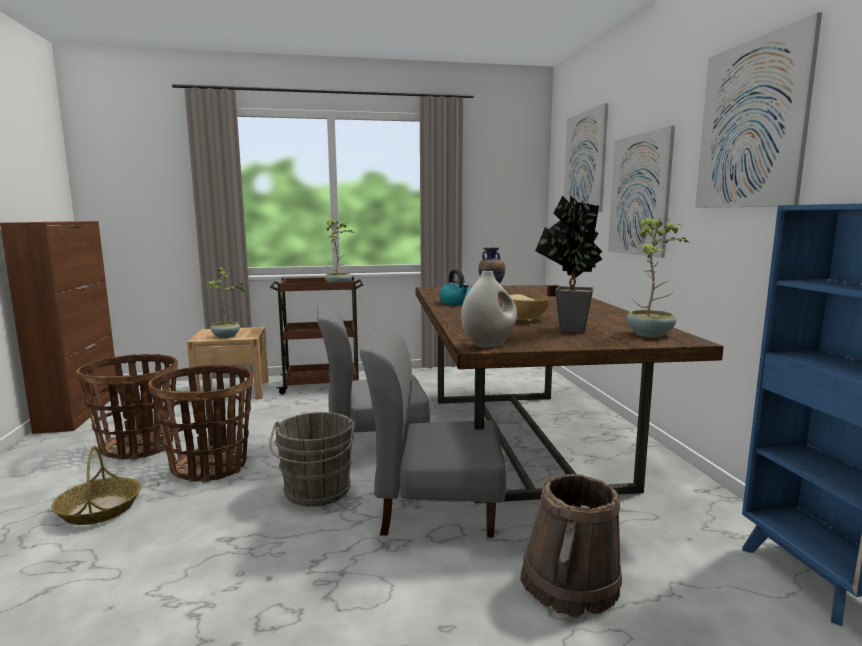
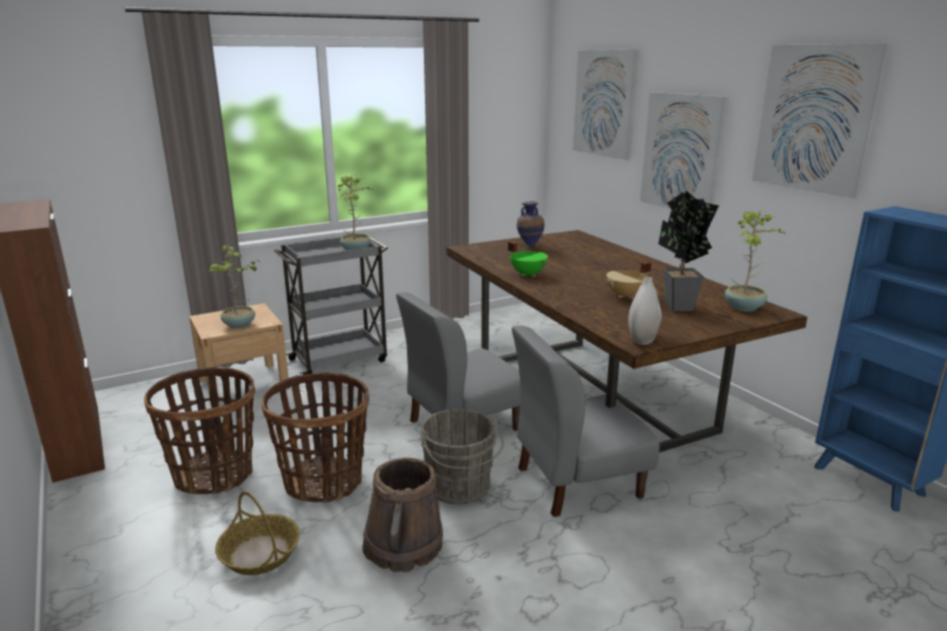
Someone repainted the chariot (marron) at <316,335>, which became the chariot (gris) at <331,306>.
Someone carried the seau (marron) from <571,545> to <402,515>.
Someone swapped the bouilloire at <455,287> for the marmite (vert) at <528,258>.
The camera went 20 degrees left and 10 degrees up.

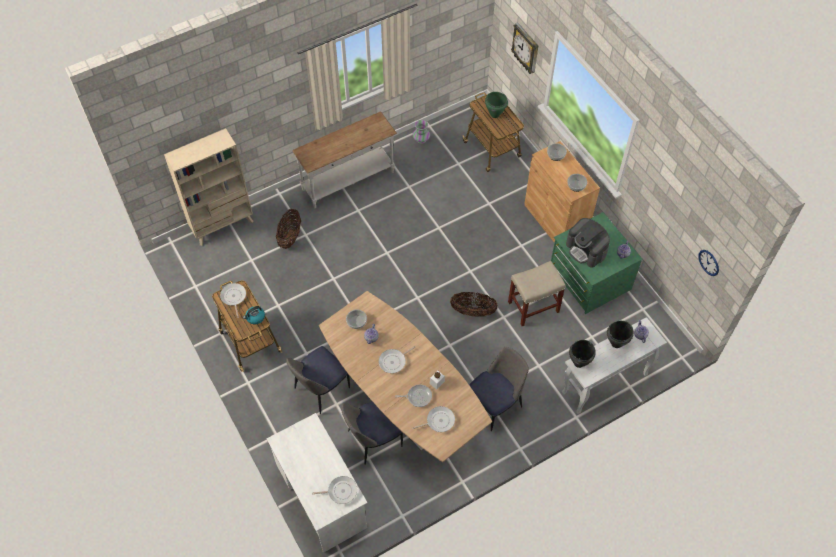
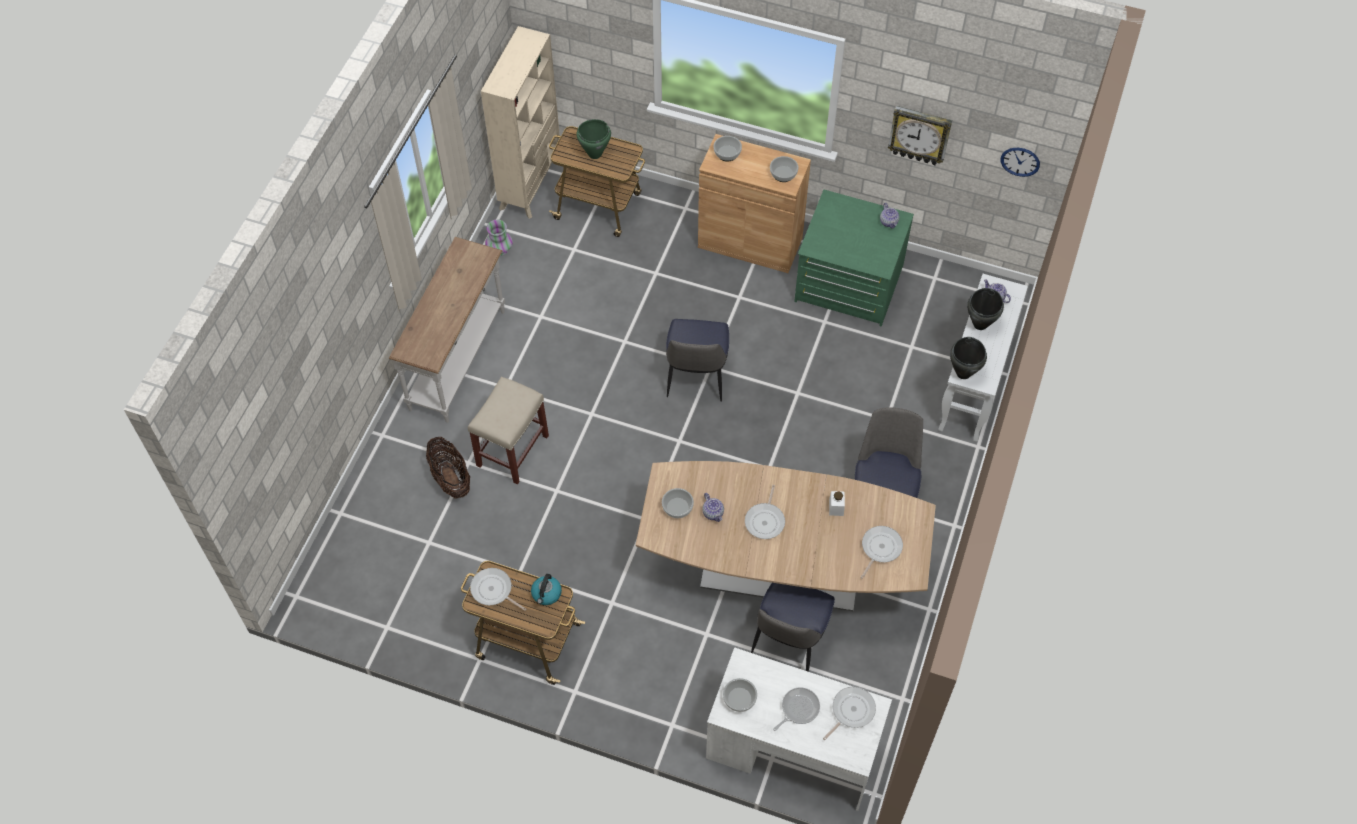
Someone carried the tabouret (beige) from <537,293> to <508,430>.
Someone carried the bibliothèque (beige) from <208,187> to <520,122>.
Someone carried the chaise from <318,380> to <697,360>.
Someone put down the bol at <740,695>.
Someone carried the poêle from <413,395> to <796,709>.
Someone carried the horloge murale from <524,48> to <920,135>.
Someone took away the panier at <474,304>.
Someone took away the machine à café at <588,243>.
The camera went 40 degrees left and 0 degrees up.

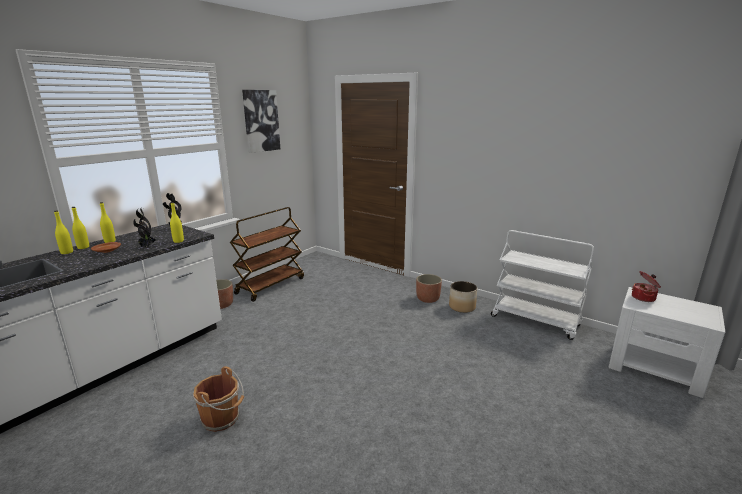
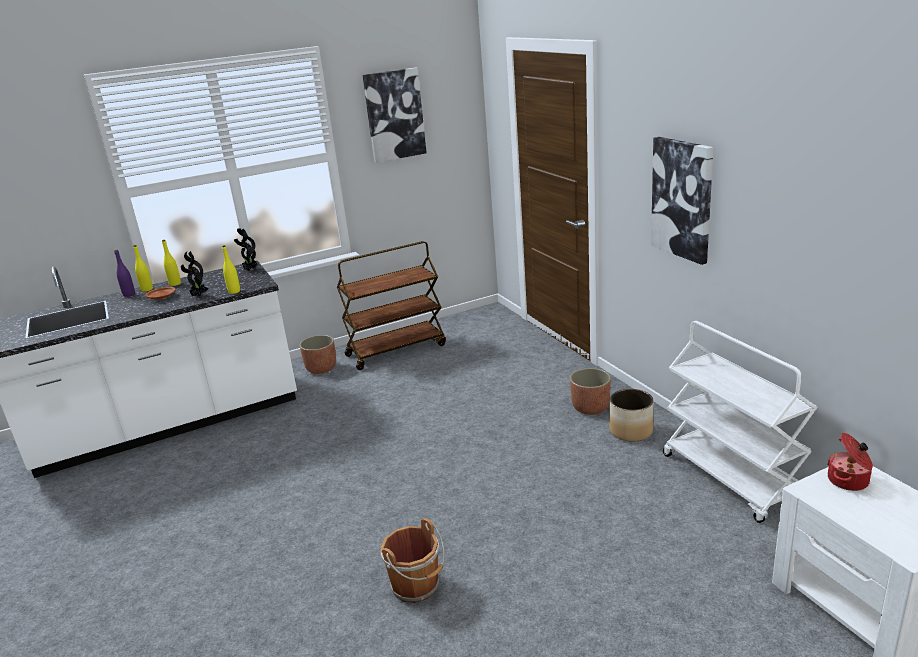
Someone repainted the bouteille (jaune) at <63,232>, which became the bouteille (violet) at <124,273>.
Someone carried the seau (marron) from <218,399> to <412,560>.
Someone put up the tableau at <682,201>.
The camera went 30 degrees right and 5 degrees up.

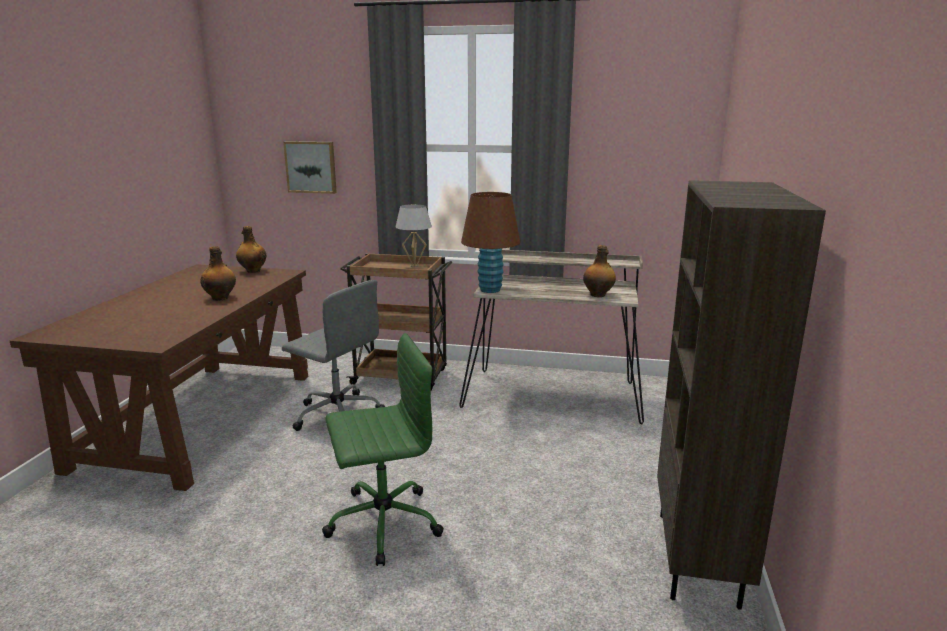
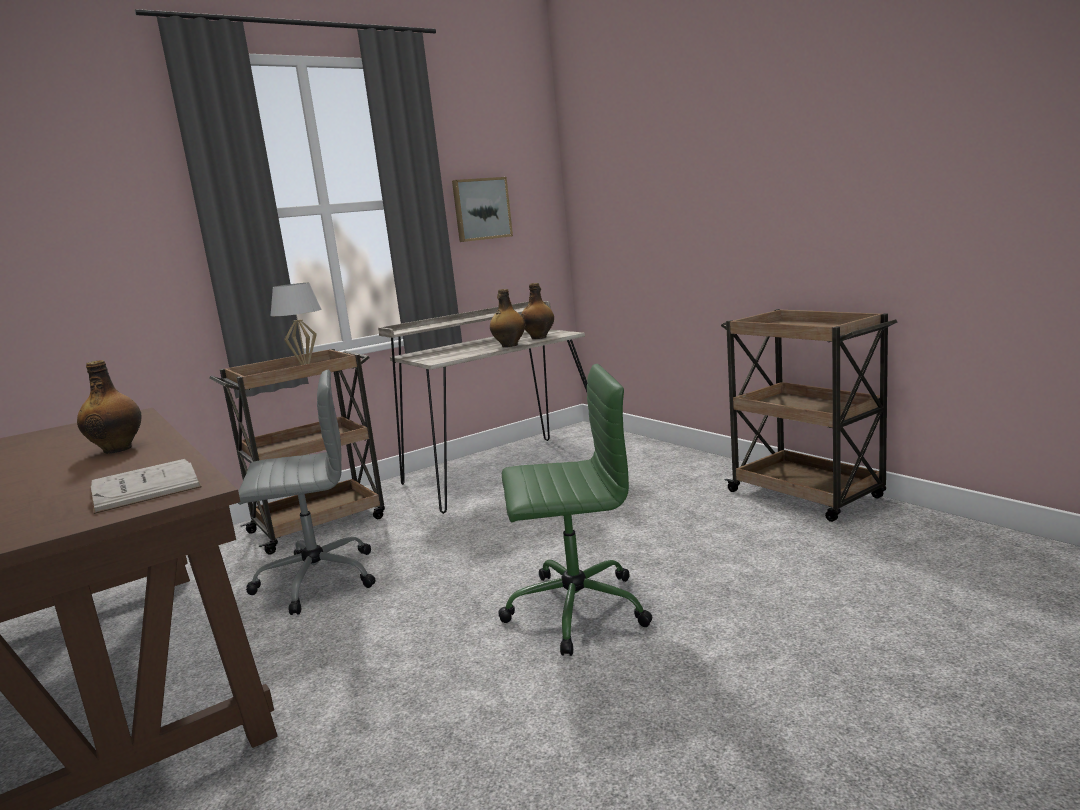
Someone put down the livre (blanc) at <146,486>.
Someone carried the tableau from <310,167> to <482,209>.
Someone carried the bouteille from <251,249> to <507,318>.
Someone rotated the chaise de bureau (vert) at <383,449> by 60 degrees clockwise.
Someone swapped the bibliothèque (marron) at <741,395> for the chariot (marron) at <809,415>.
Someone took away the lampe de table (marron) at <490,242>.
The camera went 45 degrees left and 5 degrees down.

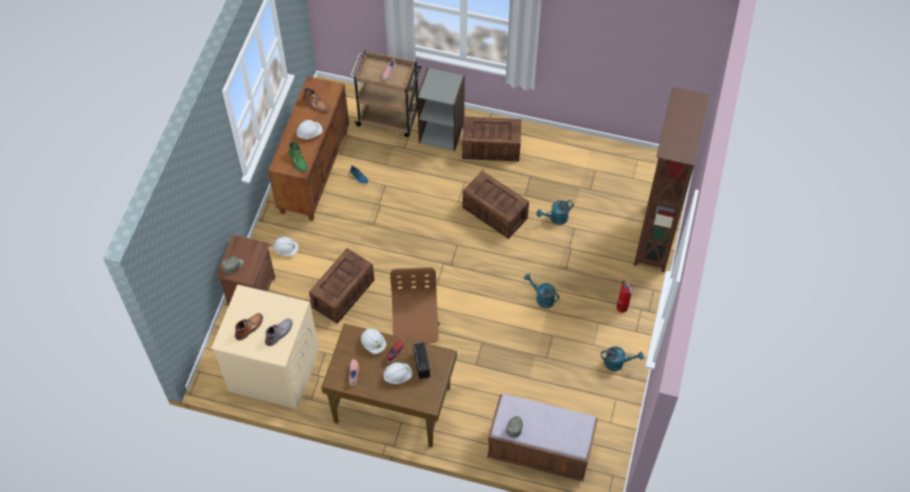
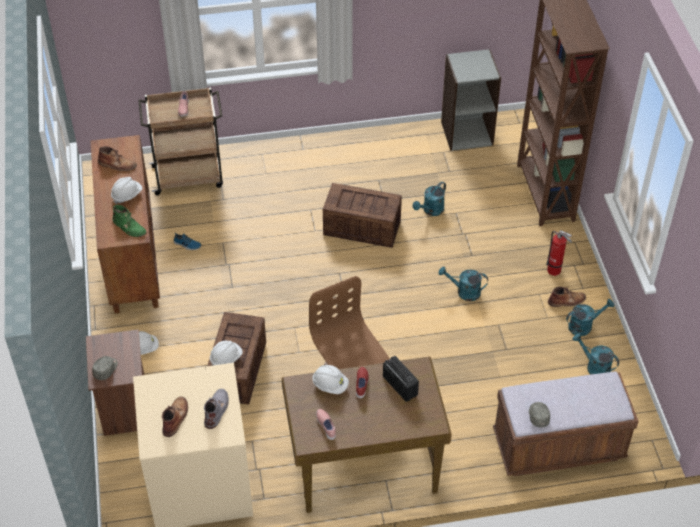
Someone carried the casque de chantier (blanc) from <397,373> to <226,353>.
Someone carried the bibliothèque (gris) from <441,109> to <471,100>.
Someone put down the botte (marron) at <567,297>.
Someone put down the arrosoir (turquoise) at <596,354>.
Someone took away the caisse at <491,139>.
The camera went 25 degrees left and 10 degrees down.

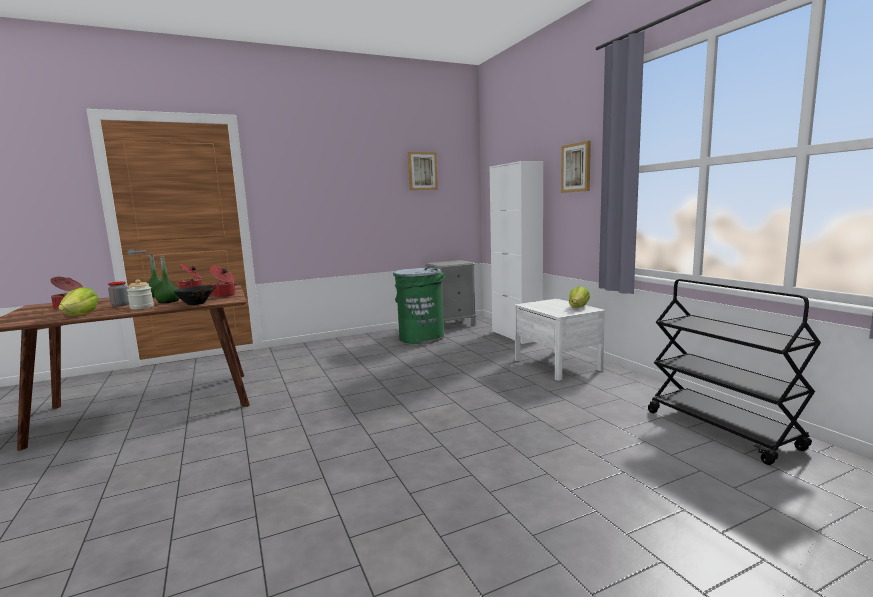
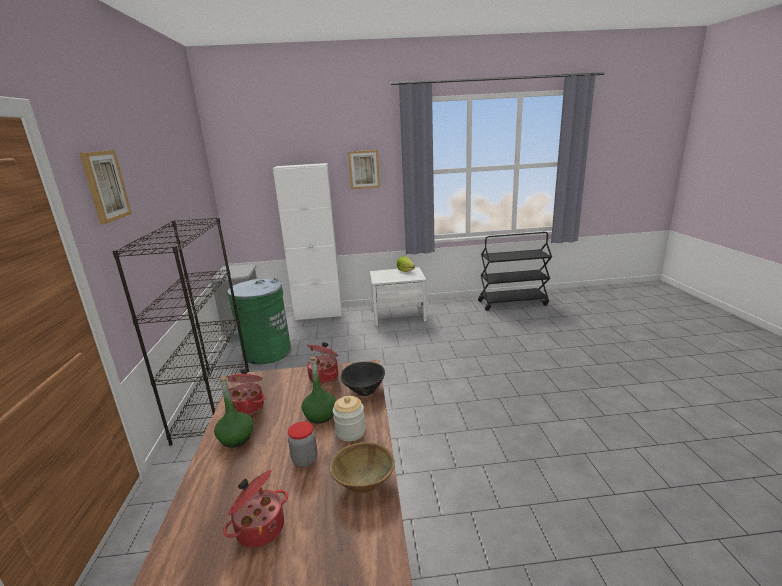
Someone carried the tableau from <423,171> to <105,187>.
Someone put down the bibliothèque (noir) at <180,331>.
Someone swapped the laitue at <78,301> for the bol (marron) at <362,467>.
The camera went 70 degrees left and 10 degrees up.

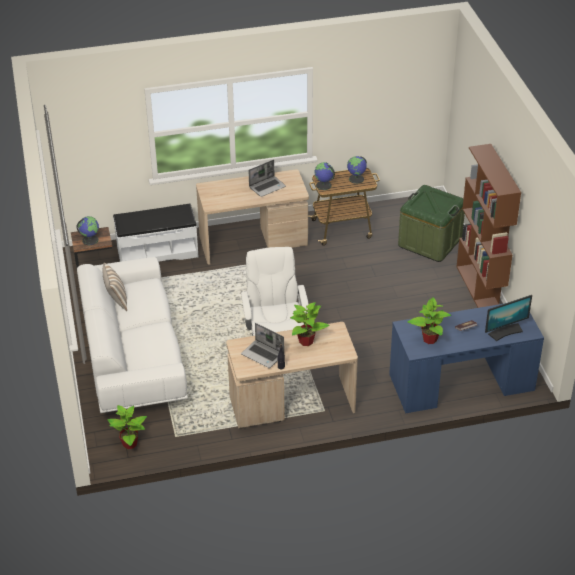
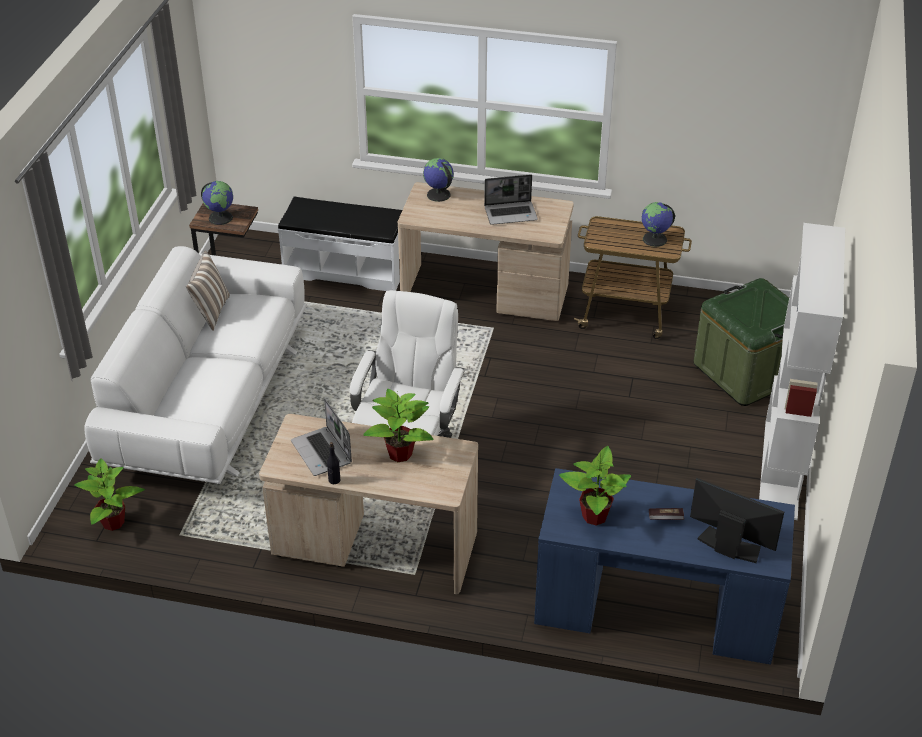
Someone carried the globe from <324,176> to <438,180>.
Someone rotated the écran d'ordinateur at <508,318> by 150 degrees counterclockwise.
Someone repainted the bibliothèque (marron) at <488,226>, which became the bibliothèque (blanc) at <802,371>.
The camera went 25 degrees right and 0 degrees up.

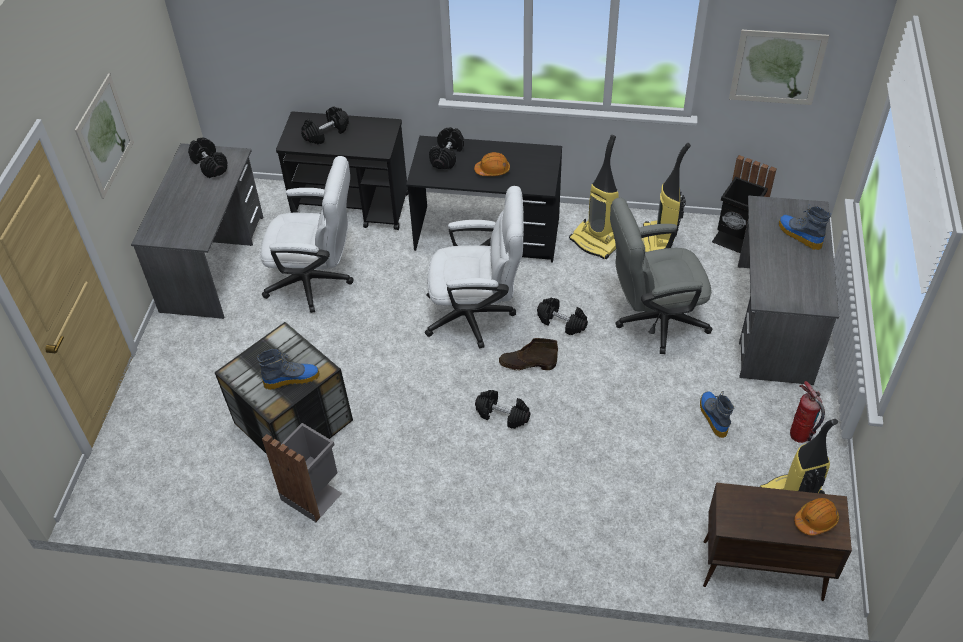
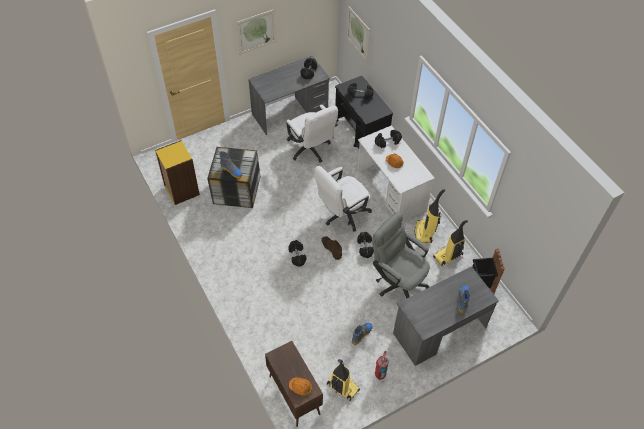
Someone put down the bibliothèque (jaune) at <177,172>.
Someone rotated the chaise de bureau (blanc) at <474,267> by 90 degrees clockwise.
Someone carried the tableau from <779,67> to <358,33>.
Someone repainted the bureau (noir) at <484,199>, which became the bureau (blanc) at <396,173>.
Someone took away the poubelle (gris) at <302,472>.
The camera went 50 degrees right and 5 degrees up.

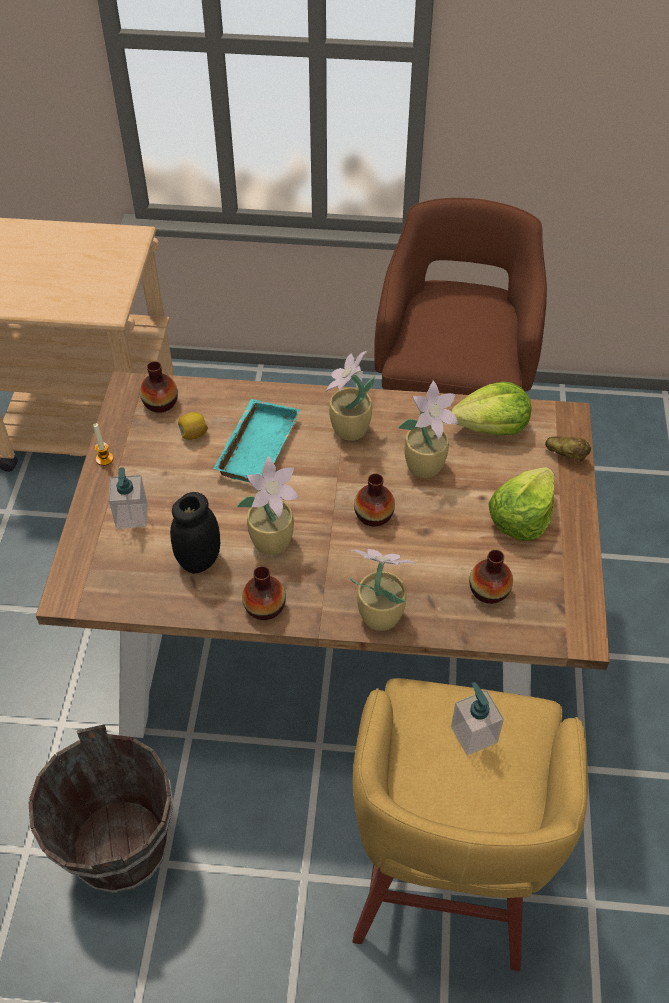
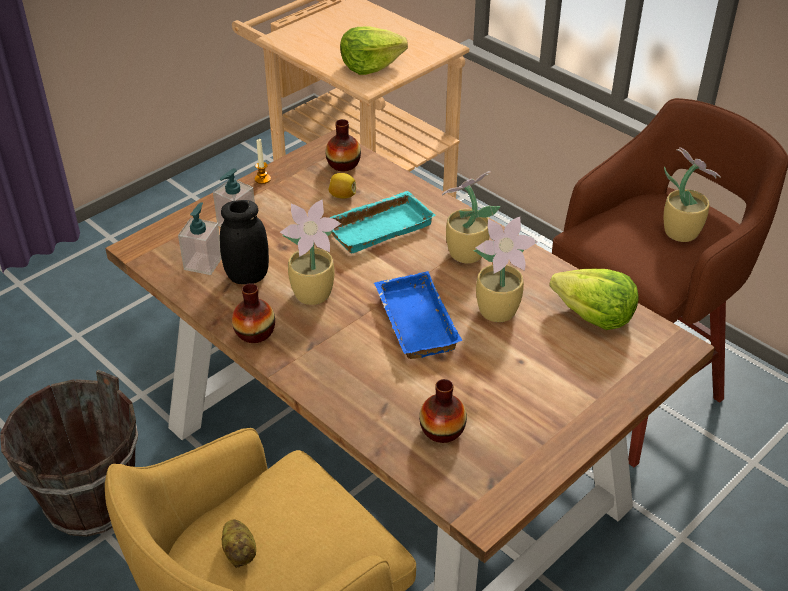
Someone carried the distributeur de savon from <477,719> to <200,238>.
Someone carried the pomme de terre from <568,448> to <238,544>.
Someone carried the laitue from <521,504> to <374,51>.
Someone swapped the vase at <374,499> for the plateau (bleu) at <418,315>.
Someone carried the plante en pot from <383,590> to <692,194>.
The camera went 40 degrees right and 10 degrees down.

